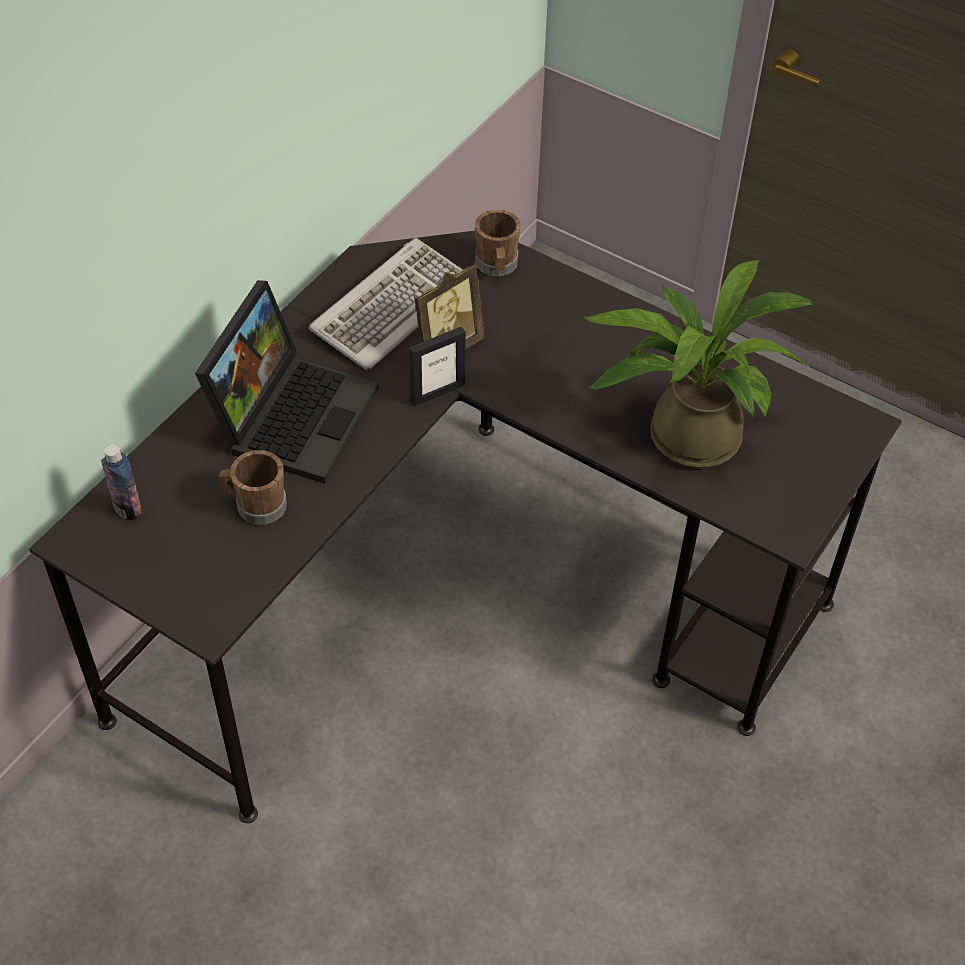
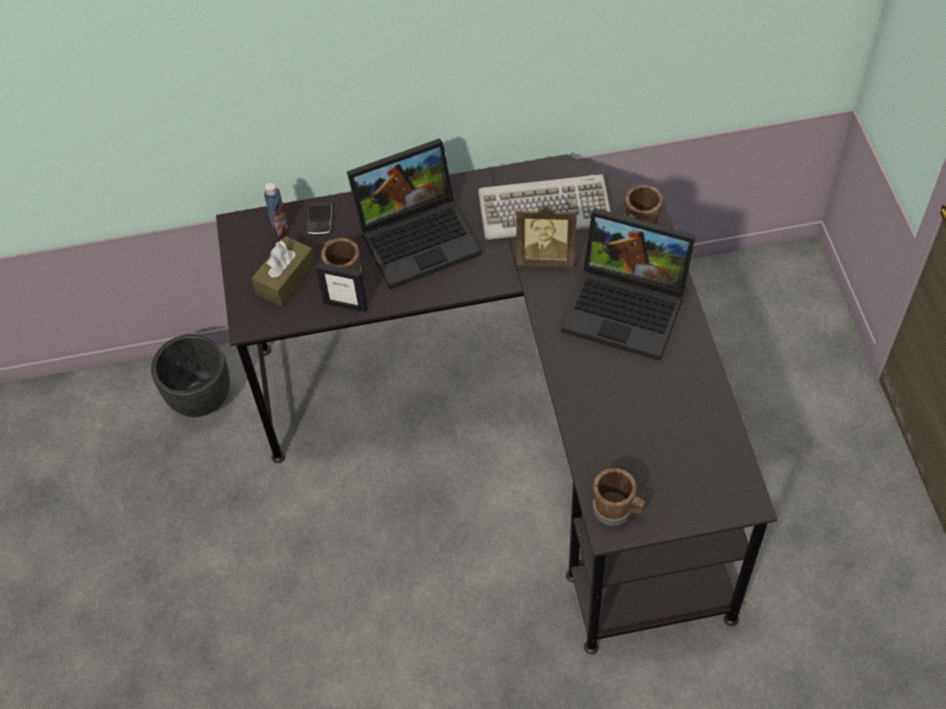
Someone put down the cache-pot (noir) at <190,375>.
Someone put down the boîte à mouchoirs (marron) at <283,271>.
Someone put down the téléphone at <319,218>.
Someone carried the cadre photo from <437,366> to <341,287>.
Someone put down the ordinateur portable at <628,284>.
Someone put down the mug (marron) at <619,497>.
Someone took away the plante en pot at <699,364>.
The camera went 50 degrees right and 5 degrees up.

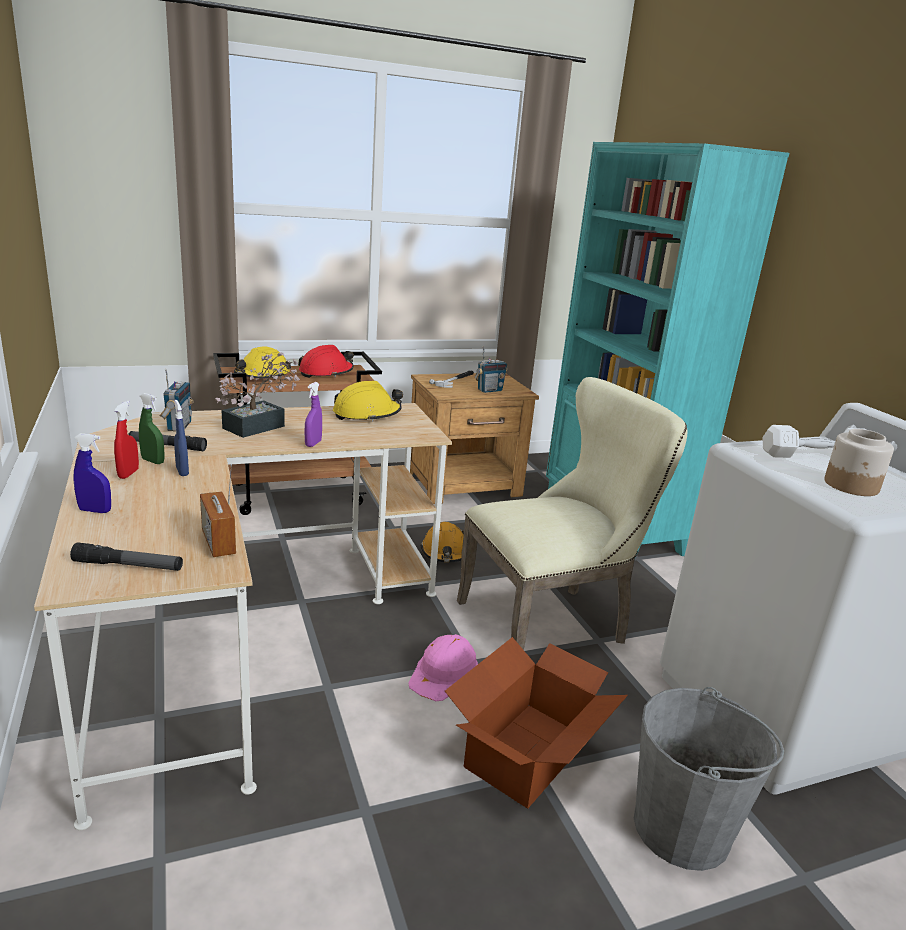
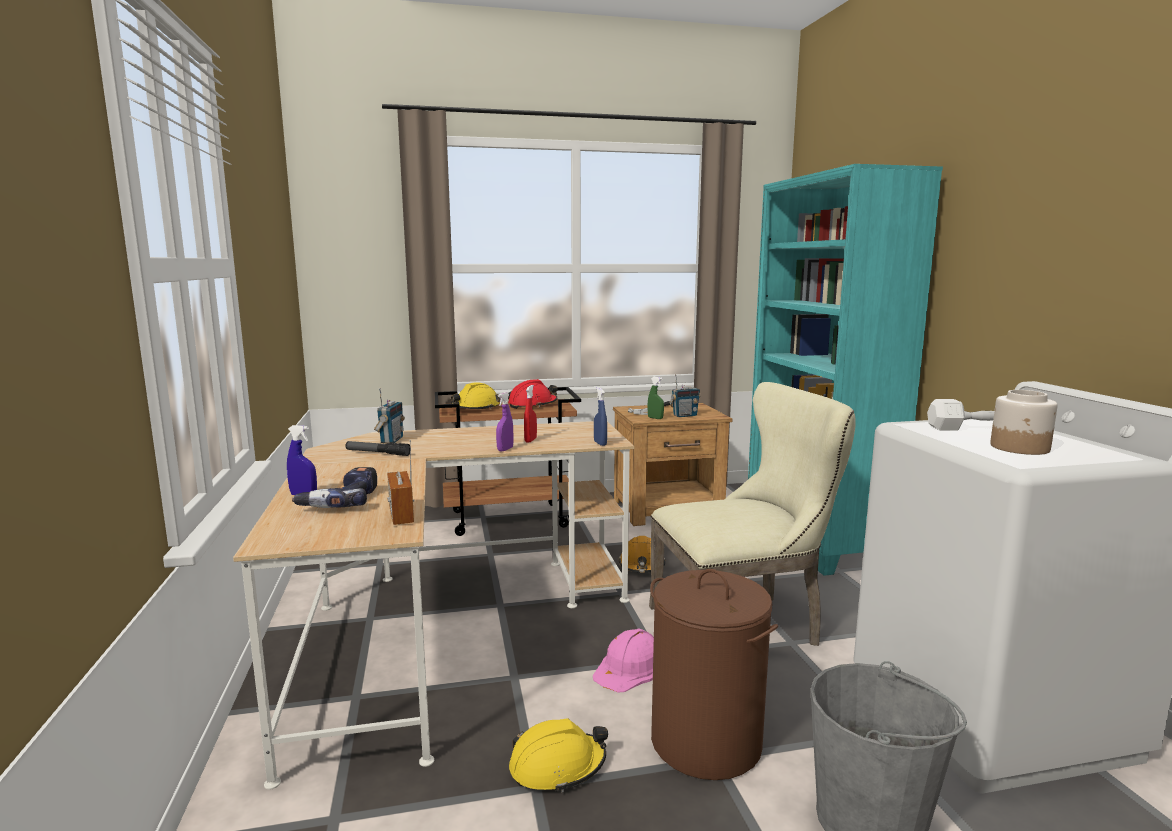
Someone put down the perceuse at <334,487>.
Someone carried the casque de chantier (jaune) from <368,401> to <558,755>.
Someone carried the vaporisateur (rouge) from <126,440> to <530,414>.
Someone carried the vaporisateur (bleu) from <181,438> to <600,416>.
Someone carried the vaporisateur (vert) from <152,428> to <655,398>.
Someone swapped the carton at <536,722> for the panier à linge (marron) at <714,674>.
Someone took away the lampe de poche at <126,557>.
Someone took away the plante en pot at <257,395>.
The camera went 10 degrees right and 10 degrees down.

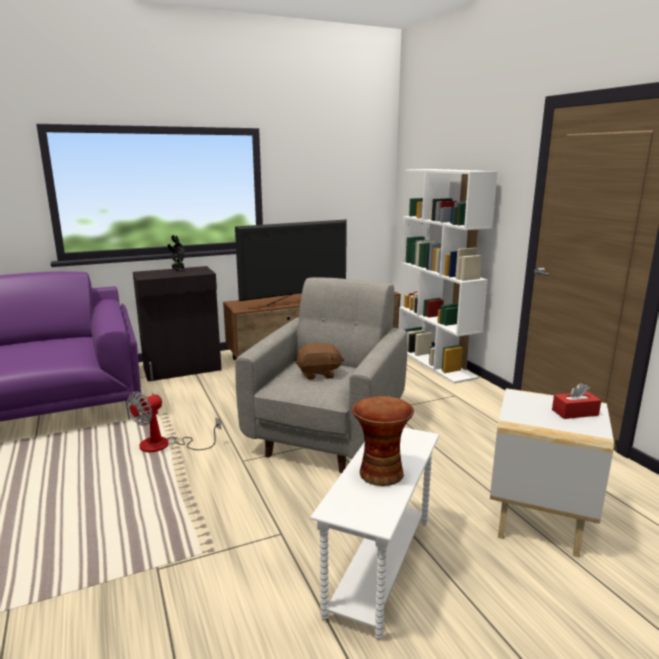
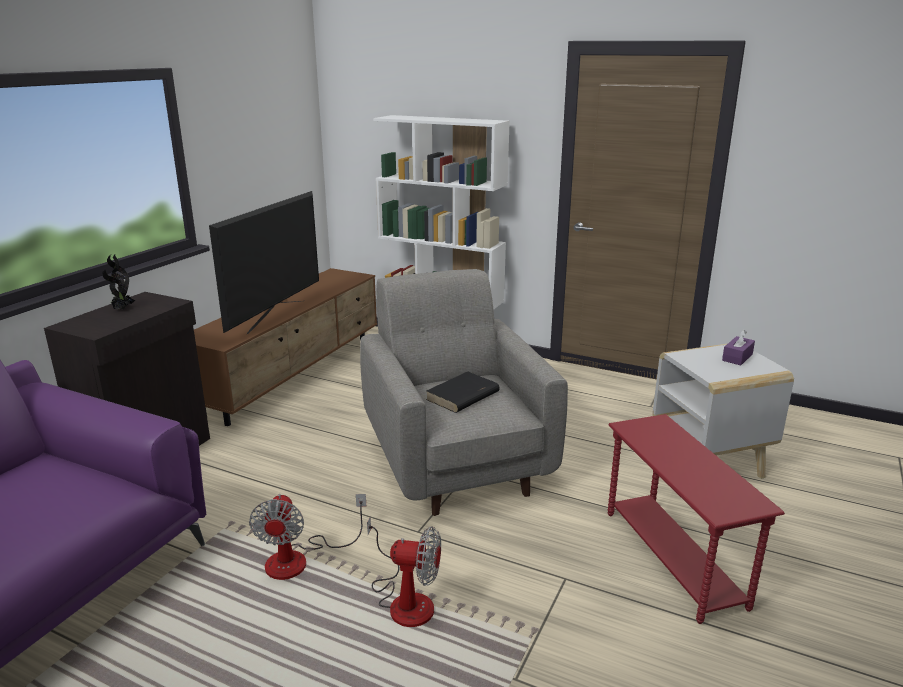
Someone put down the ventilateur at <404,571>.
Someone swapped the peluche (marron) at <320,361> for the livre (noir) at <463,392>.
Someone repainted the table d'appoint (blanc) at <374,533>, which became the table d'appoint (rouge) at <696,519>.
Someone repainted the boîte à mouchoirs (rouge) at <576,401>, which became the boîte à mouchoirs (violet) at <738,347>.
Someone took away the vase at <383,441>.
The camera went 40 degrees left and 5 degrees up.

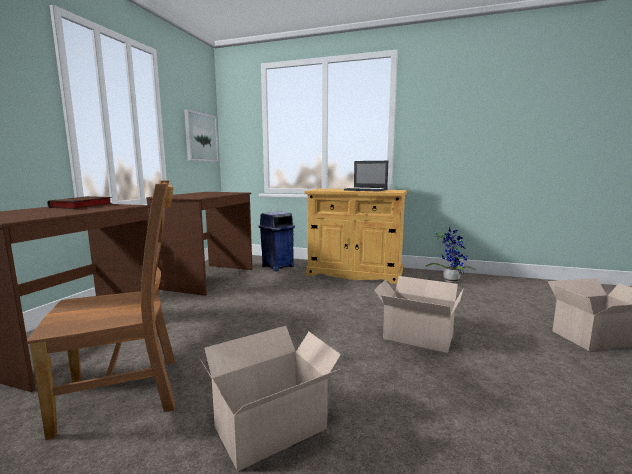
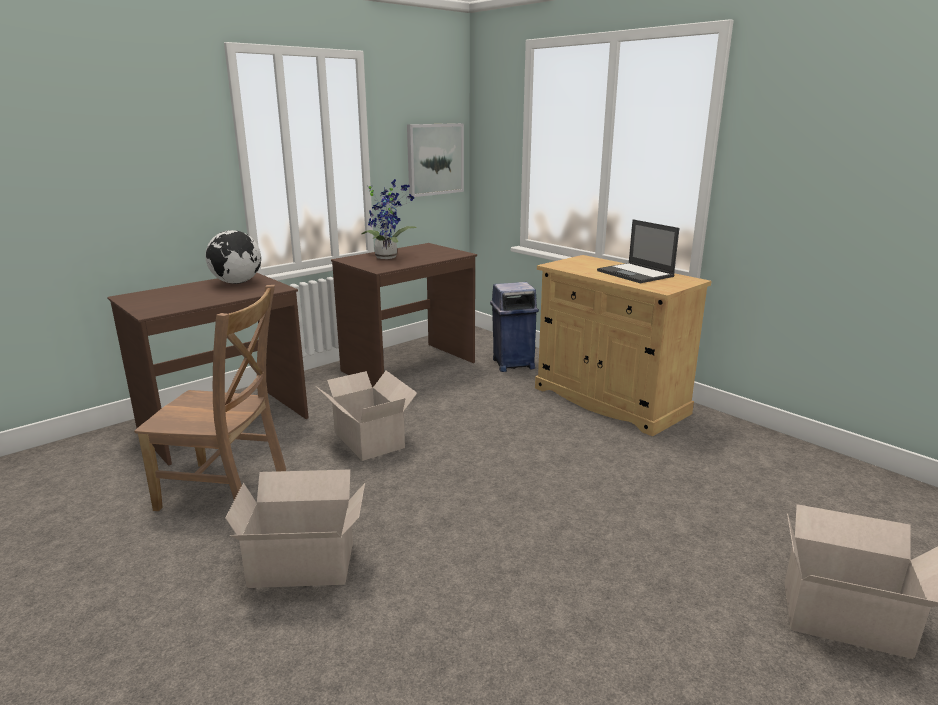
Someone swapped the livre at <79,202> for the globe at <233,257>.
Someone carried the carton from <419,314> to <366,416>.
Someone carried the plante en pot from <450,255> to <389,219>.
The camera went 30 degrees right and 10 degrees up.

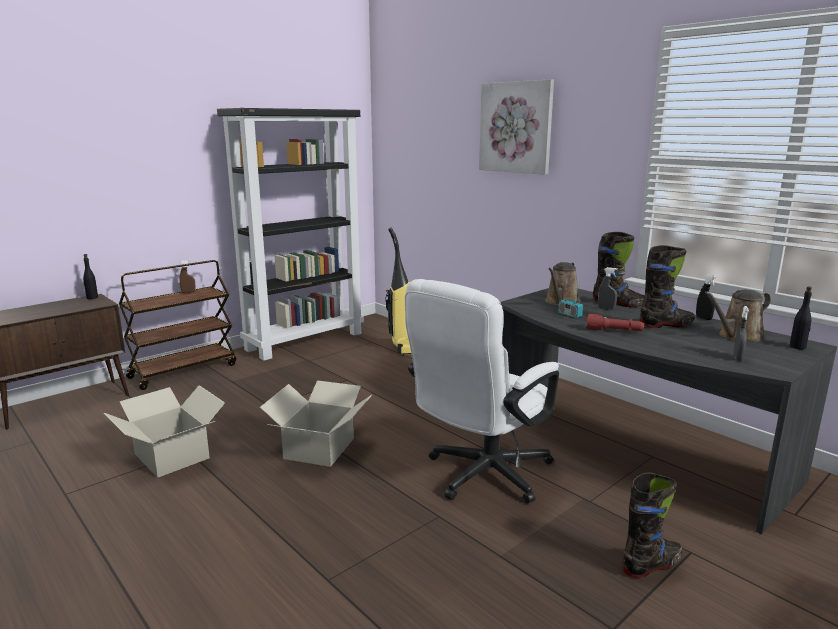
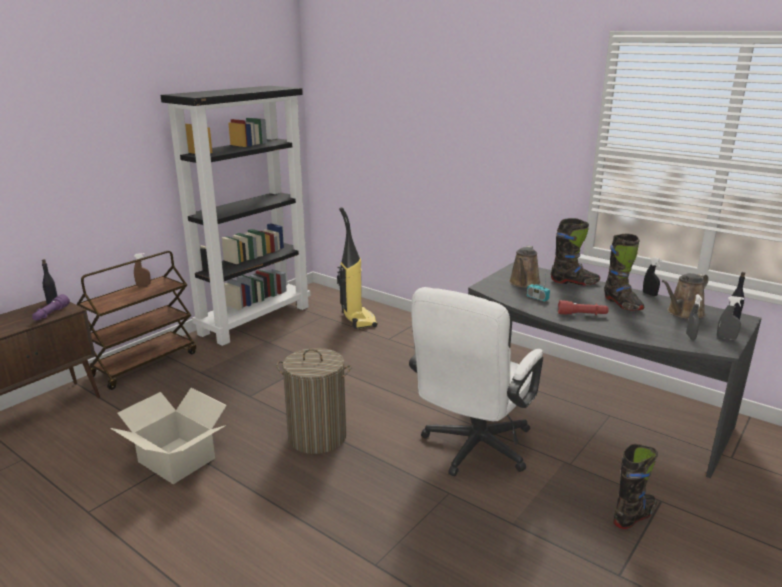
Someone put down the lampe de poche (violet) at <51,307>.
Someone swapped the carton at <316,423> for the panier à linge at <314,401>.
Someone rotated the botte (noir) at <667,286> by 90 degrees clockwise.
Someone carried the vaporisateur (gris) from <608,288> to <730,318>.
Someone took away the tableau at <516,127>.
The camera went 10 degrees left and 5 degrees up.

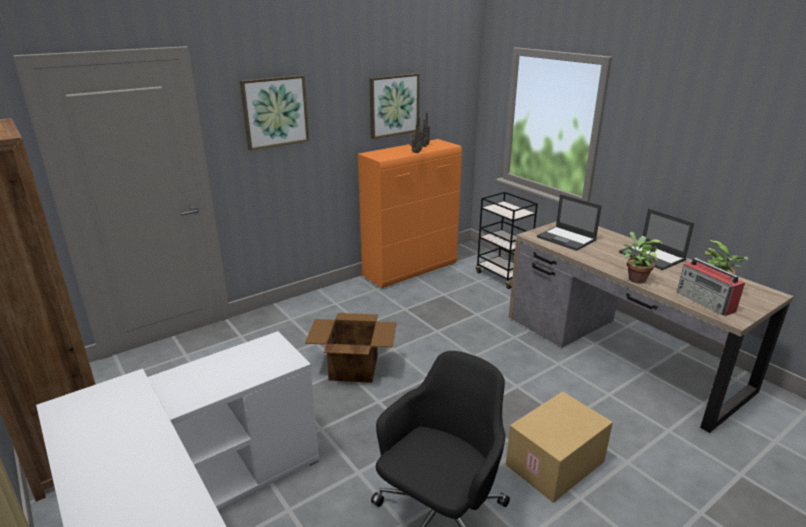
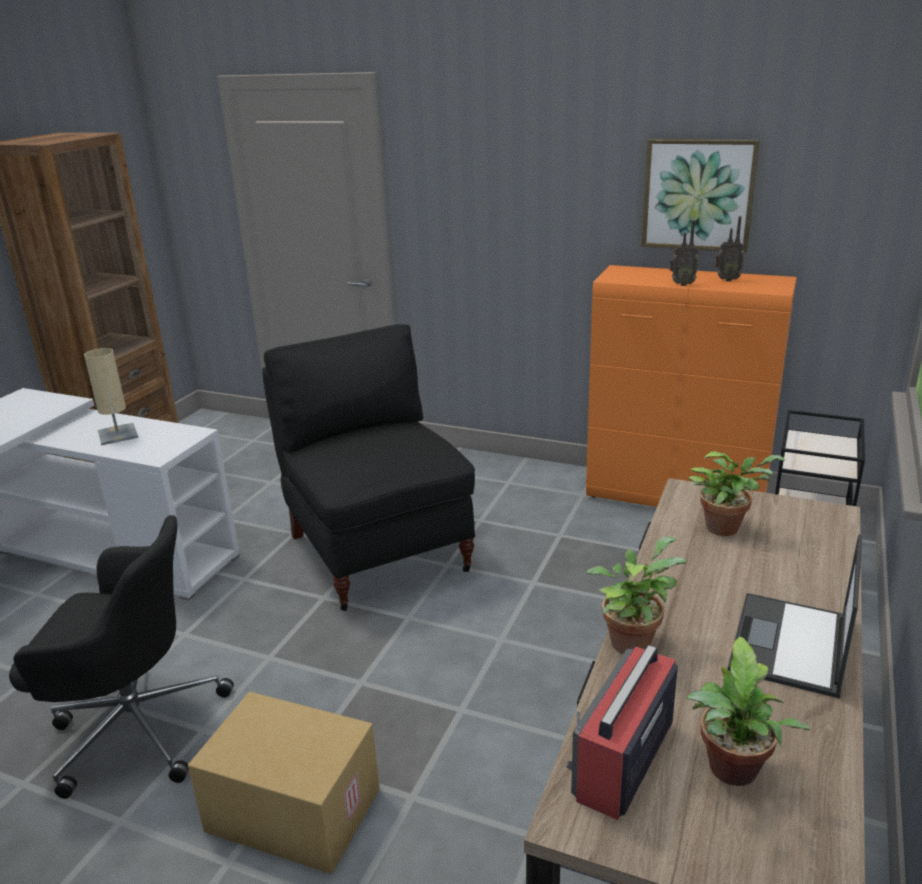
Someone put down the lampe de table (beige) at <111,397>.
Someone swapped the carton at <351,348> for the chaise (noir) at <368,467>.
Someone swapped the ordinateur portable at <569,222> for the plante en pot at <737,493>.
Someone took away the tableau at <274,113>.
The camera went 60 degrees right and 0 degrees up.

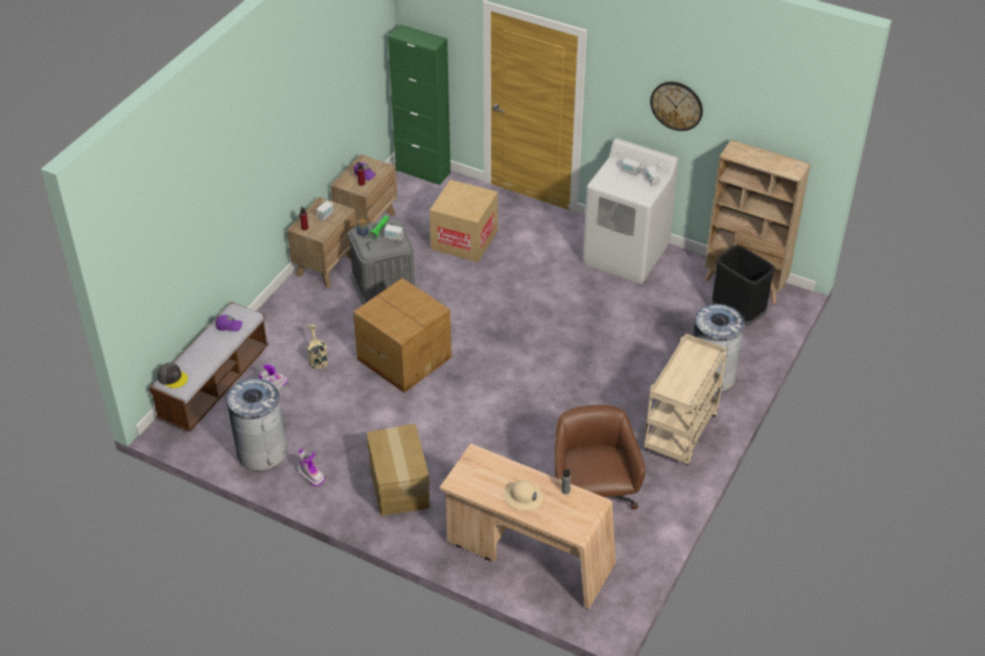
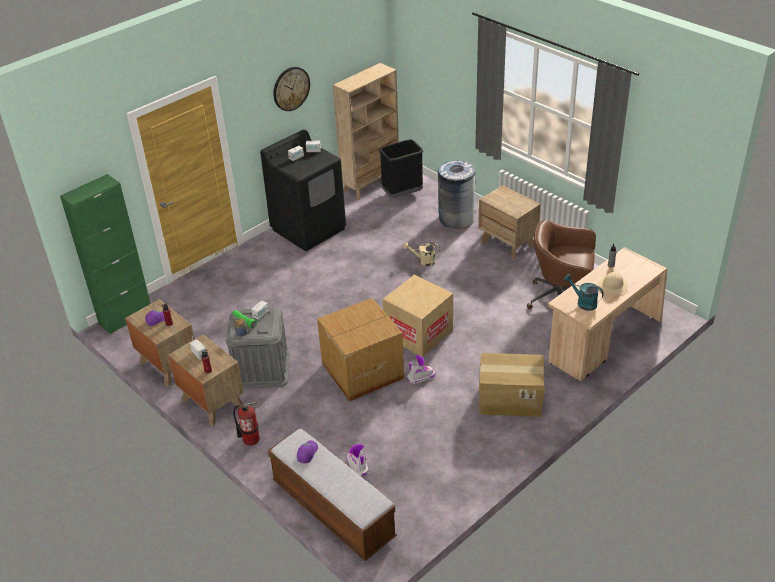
Someone put down the extincteur at <246,423>.
Someone repainted the lave-linge (blanc) at <631,211>, which became the lave-linge (noir) at <303,190>.
Someone carried the carton from <463,221> to <418,315>.
Someone carried the arrosoir (beige) from <317,346> to <422,254>.
Someone carried the botte from <311,468> to <421,369>.
Someone swapped the chariot (beige) at <685,399> for the table de chevet (marron) at <509,223>.
Someone put down the arrosoir (turquoise) at <584,292>.
Someone took away the casquette (gris) at <172,375>.
Someone took away the poubelle (gris) at <256,424>.
The camera went 70 degrees left and 5 degrees down.

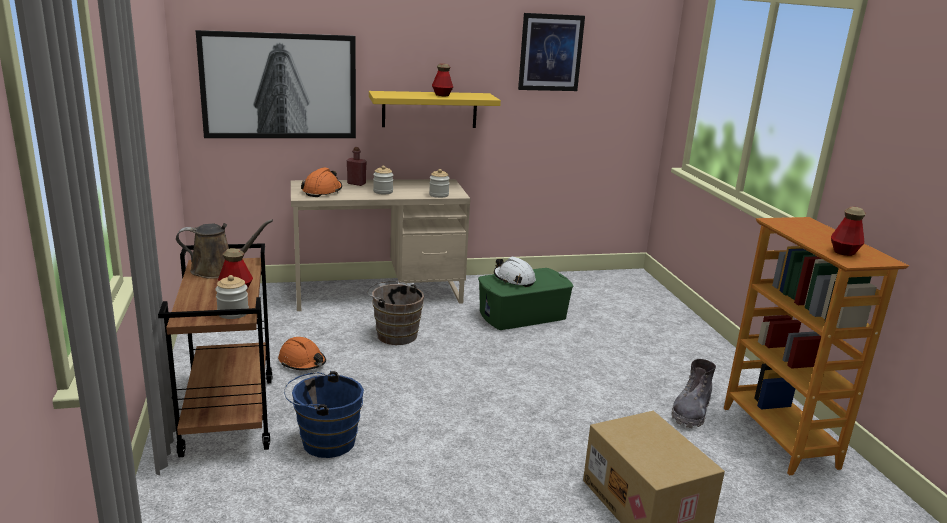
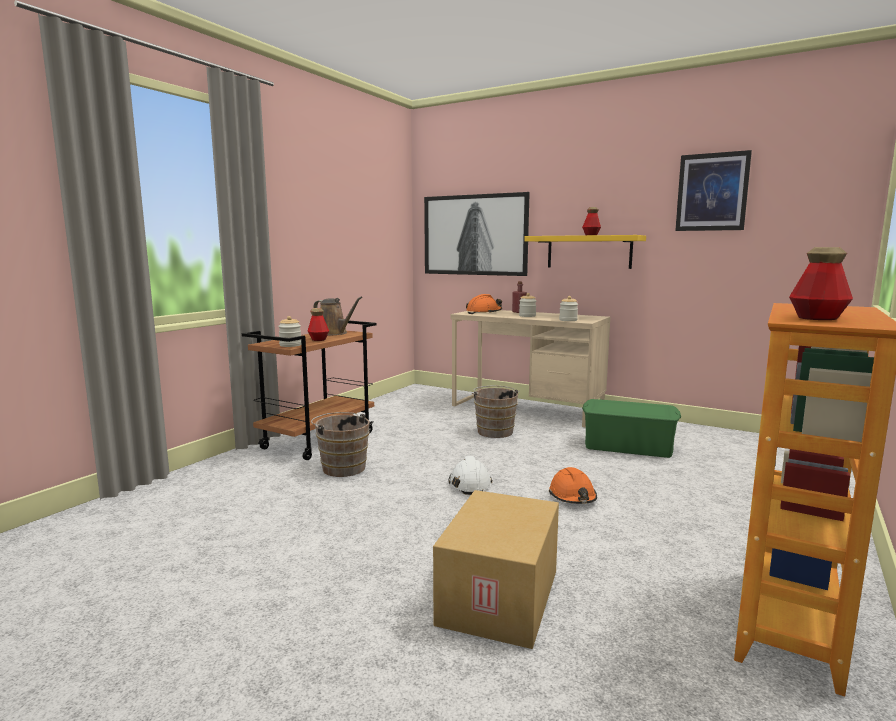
Someone repainted the seau (bleu) at <324,414>, which became the seau (marron) at <340,444>.
Someone carried the casque de chantier (blanc) from <515,272> to <470,475>.
Someone carried the casque de chantier (orange) from <302,353> to <573,485>.
Someone took away the botte (gris) at <694,393>.
The camera went 45 degrees right and 10 degrees down.

